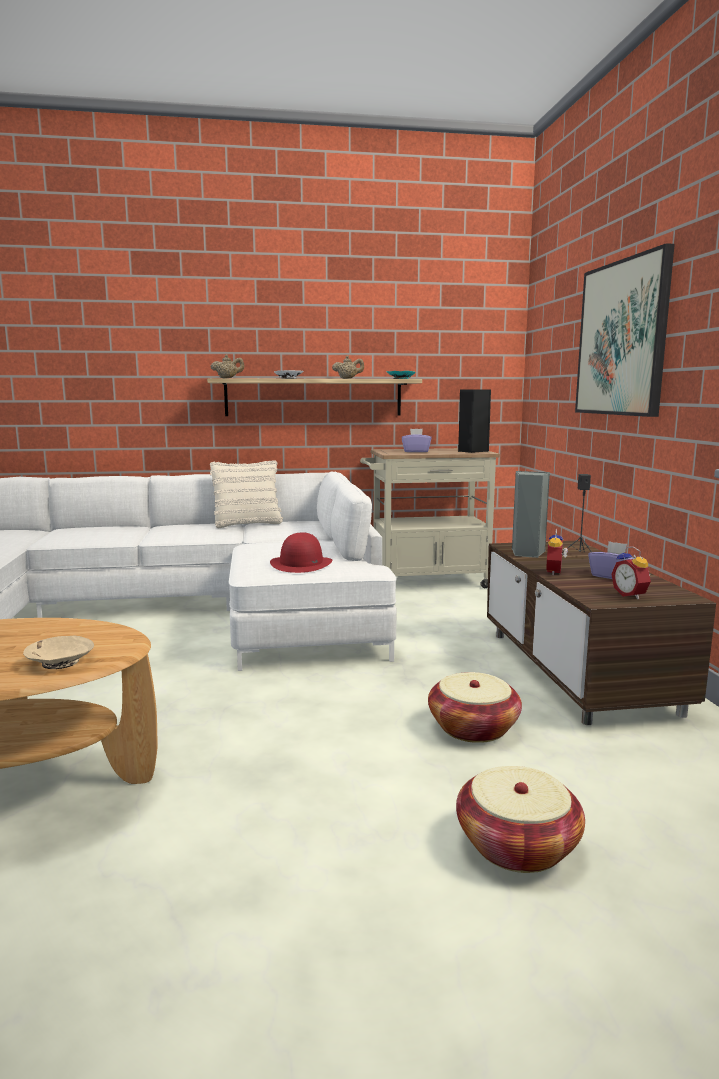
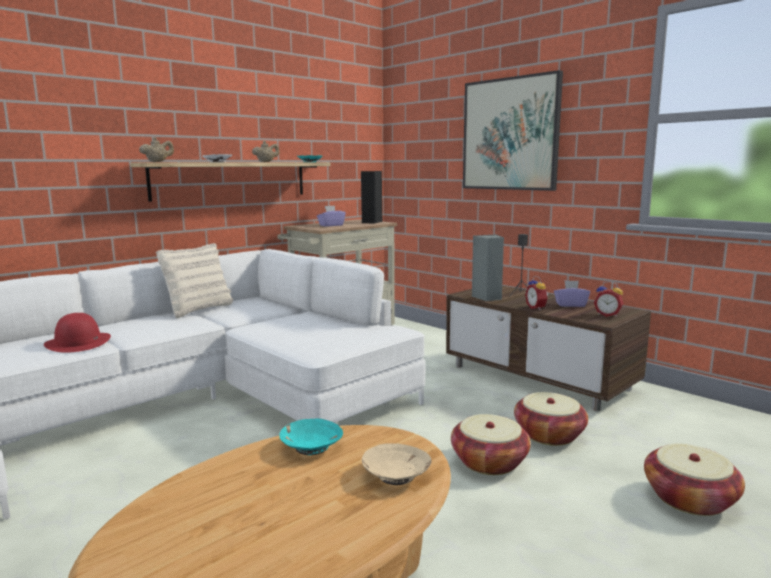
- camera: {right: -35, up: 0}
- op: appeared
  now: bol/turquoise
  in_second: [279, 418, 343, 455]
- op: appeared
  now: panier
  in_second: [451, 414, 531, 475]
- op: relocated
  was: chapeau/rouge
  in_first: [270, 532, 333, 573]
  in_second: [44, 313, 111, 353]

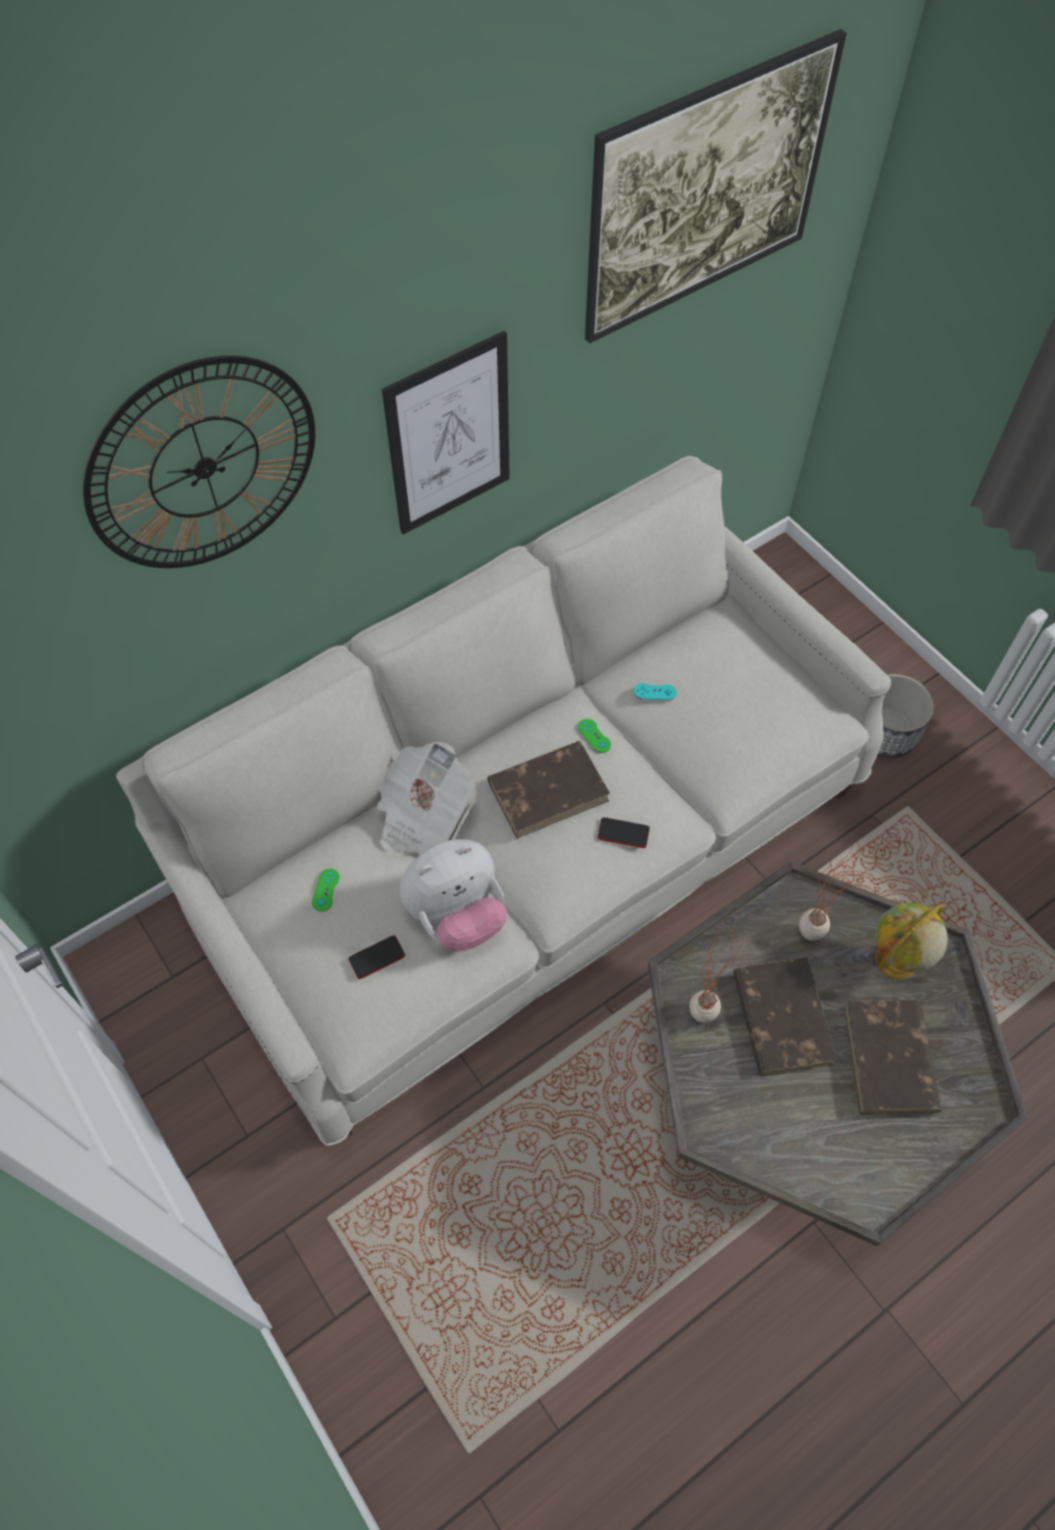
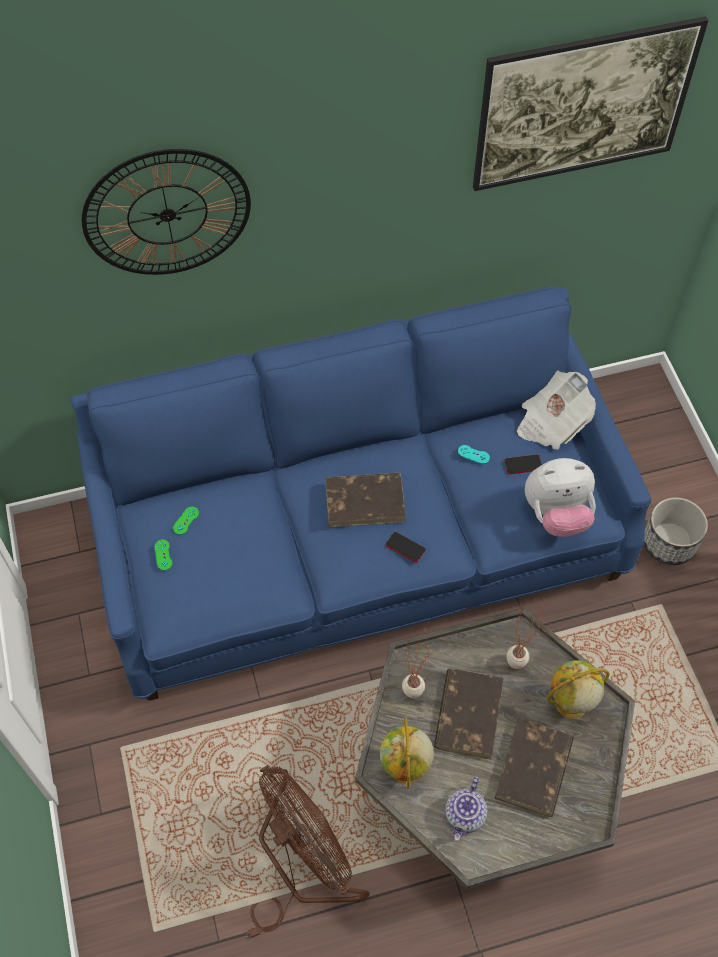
- camera: {right: 20, up: 0}
- op: missing
  was: tableau
  in_first: [382, 331, 509, 535]
- op: appeared
  now: ventilateur/marron
  in_second: [247, 765, 370, 938]
- op: appeared
  now: globe
  in_second: [380, 717, 434, 788]
- op: appeared
  now: théière
  in_second: [445, 776, 487, 841]
- op: relocated
  was: téléphone
  in_first: [348, 935, 405, 979]
  in_second: [504, 454, 542, 474]
- op: relocated
  was: journal
  in_first: [377, 742, 477, 854]
  in_second: [517, 370, 596, 450]
- op: relocated
  was: peluche
  in_first: [400, 839, 507, 952]
  in_second: [525, 458, 596, 537]
- op: relocated
  was: manette/vert
  in_first: [578, 719, 611, 753]
  in_second: [154, 540, 172, 570]
- op: colour
  was: canapé/blanc
  now: canapé/bleu
  in_first: [116, 456, 891, 1146]
  in_second: [71, 287, 652, 701]

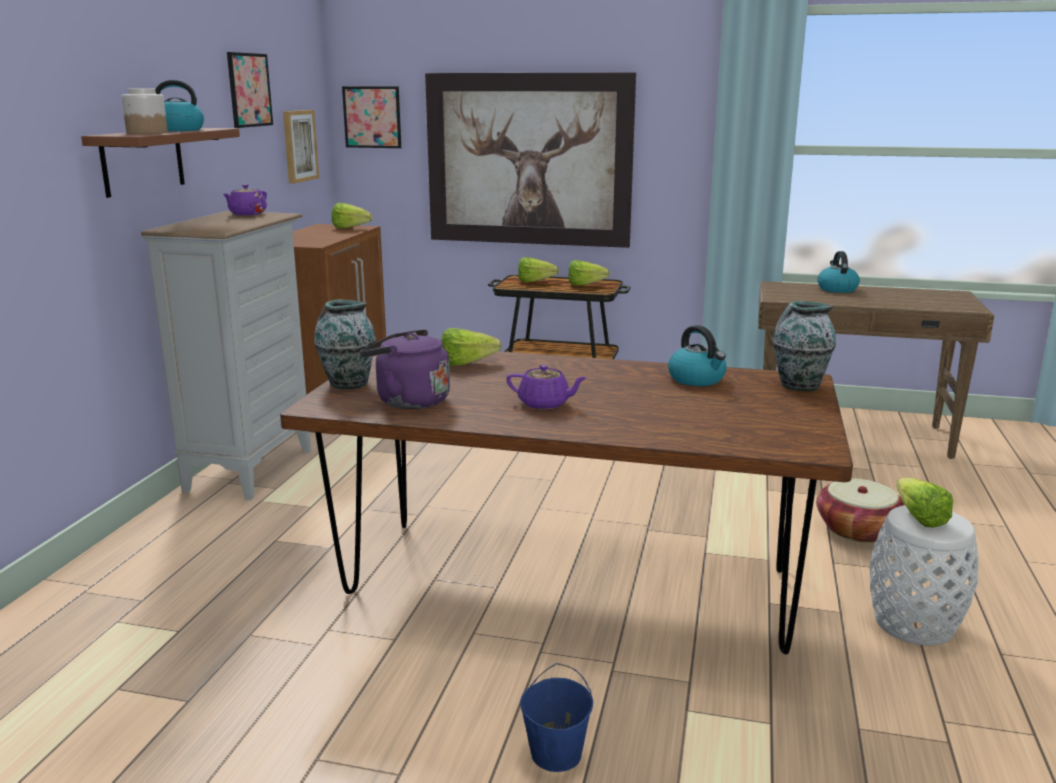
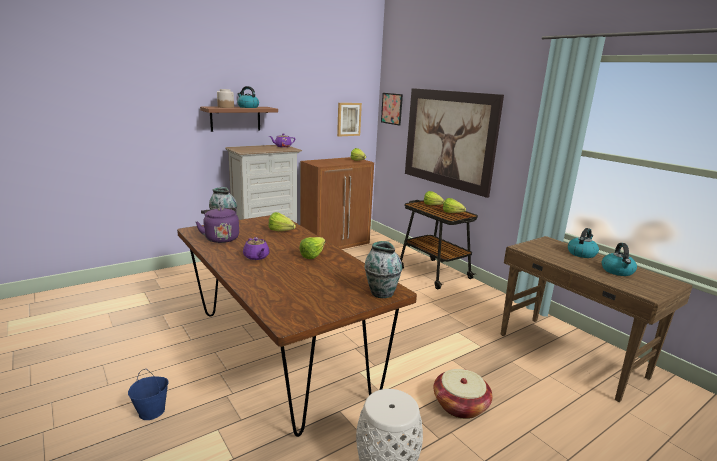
- camera: {right: 40, up: 0}
- op: missing
  was: tableau
  in_first: [227, 52, 273, 128]
- op: relocated
  was: bouilloire
  in_first: [668, 325, 727, 386]
  in_second: [602, 243, 637, 276]
- op: relocated
  was: laitue
  in_first: [896, 478, 953, 528]
  in_second: [299, 237, 325, 259]

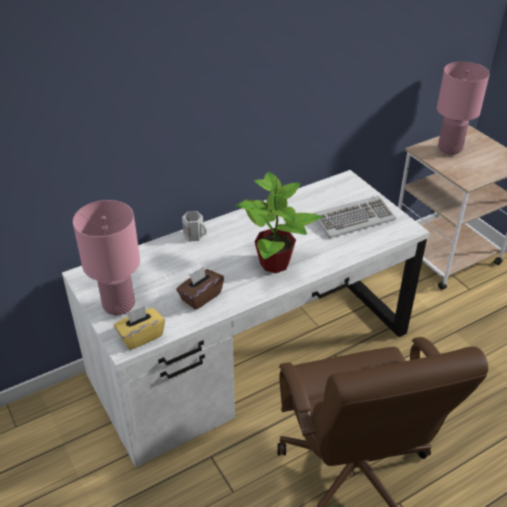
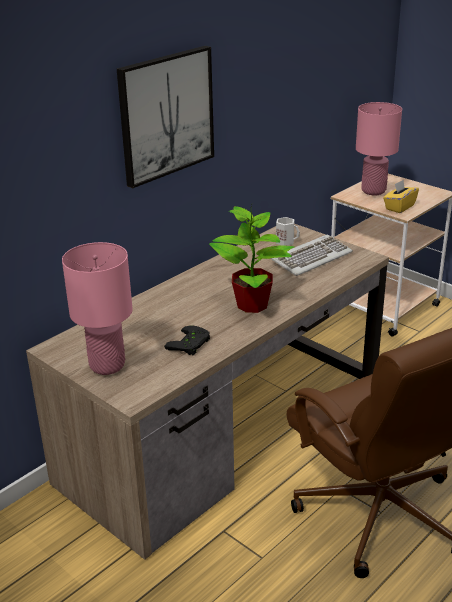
- camera: {right: -15, up: -10}
- op: appeared
  now: tableau
  in_second: [117, 46, 214, 188]
- op: relocated
  was: boîte à mouchoirs/jaune
  in_first: [114, 306, 165, 350]
  in_second: [383, 180, 419, 213]
- op: relocated
  was: mug/blanc
  in_first: [182, 211, 207, 241]
  in_second: [276, 217, 300, 246]
- op: exchanged
  was: boîte à mouchoirs/marron
  now: manette/noir
  in_first: [176, 266, 224, 310]
  in_second: [164, 326, 210, 355]
- op: colour
  was: bureau/blanc
  now: bureau/marron
  in_first: [62, 170, 430, 467]
  in_second: [26, 223, 389, 560]

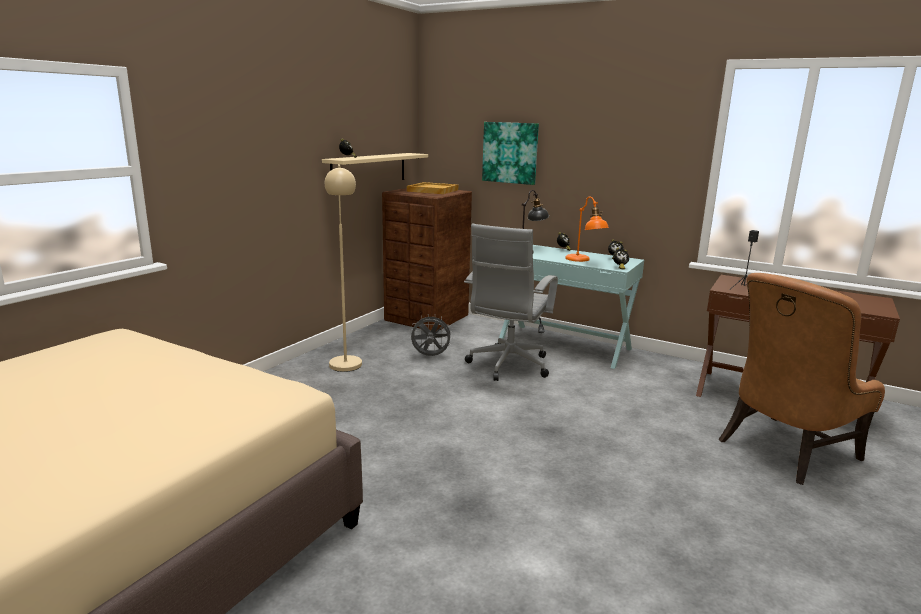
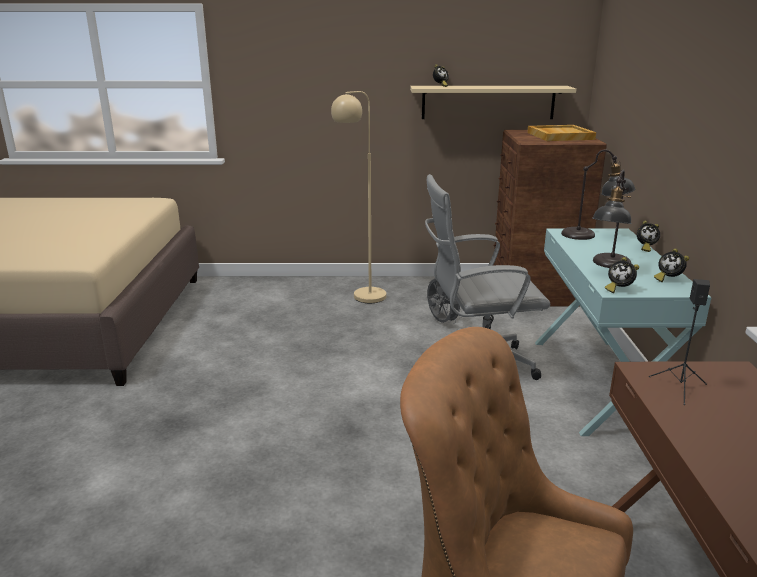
- camera: {right: 60, up: 5}
- op: missing
  was: tableau
  in_first: [482, 122, 539, 185]
- op: colour
  was: lampe de table/orange
  now: lampe de table/gris
  in_first: [565, 197, 609, 262]
  in_second: [592, 170, 631, 268]

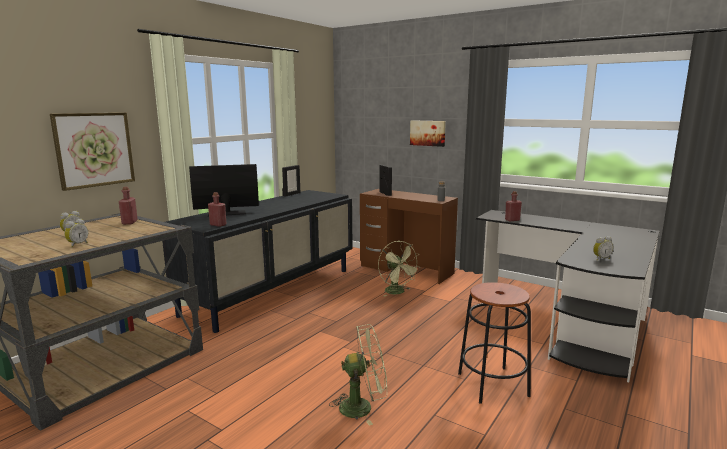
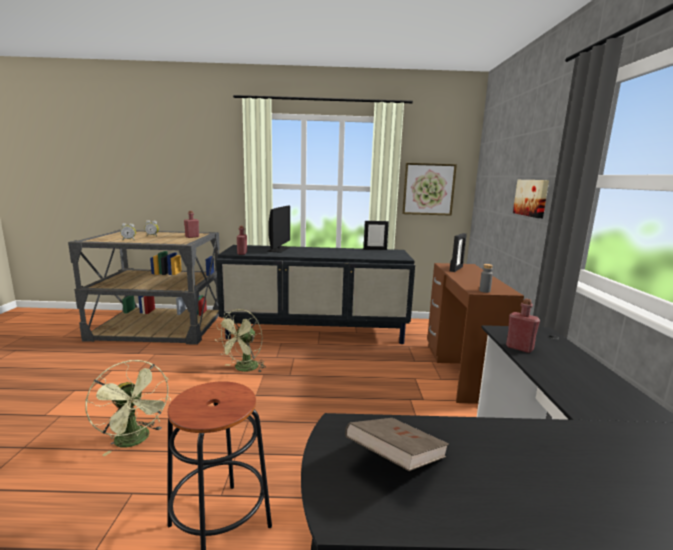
- camera: {right: 55, up: 0}
- op: relocated
  was: tableau
  in_first: [50, 113, 135, 191]
  in_second: [402, 163, 457, 216]
- op: relocated
  was: ventilateur/vert
  in_first: [378, 241, 420, 297]
  in_second: [215, 309, 266, 373]
- op: exchanged
  was: réveil
  now: livre/marron
  in_first: [593, 236, 613, 261]
  in_second: [345, 418, 449, 471]
- op: spun
  was: écran d'ordinateur
  in_first: [189, 164, 259, 217]
  in_second: [267, 206, 290, 253]
  clockwise: 60

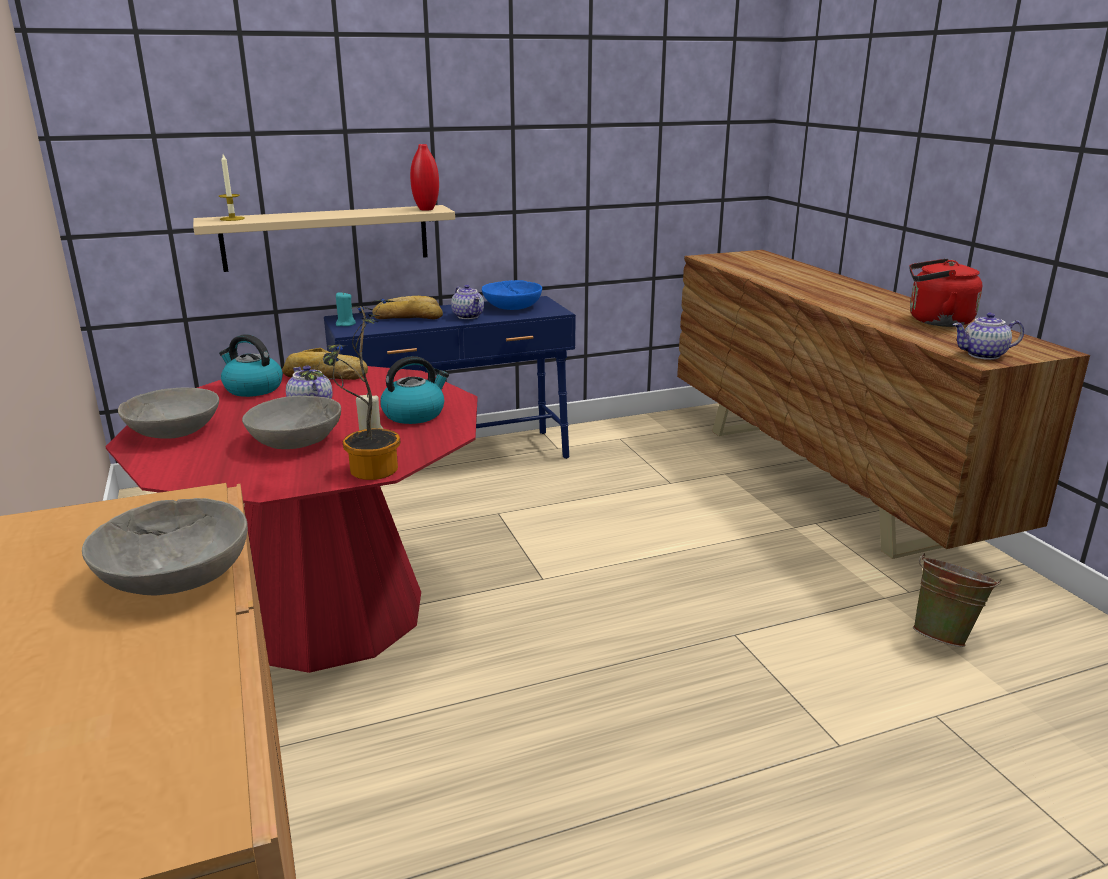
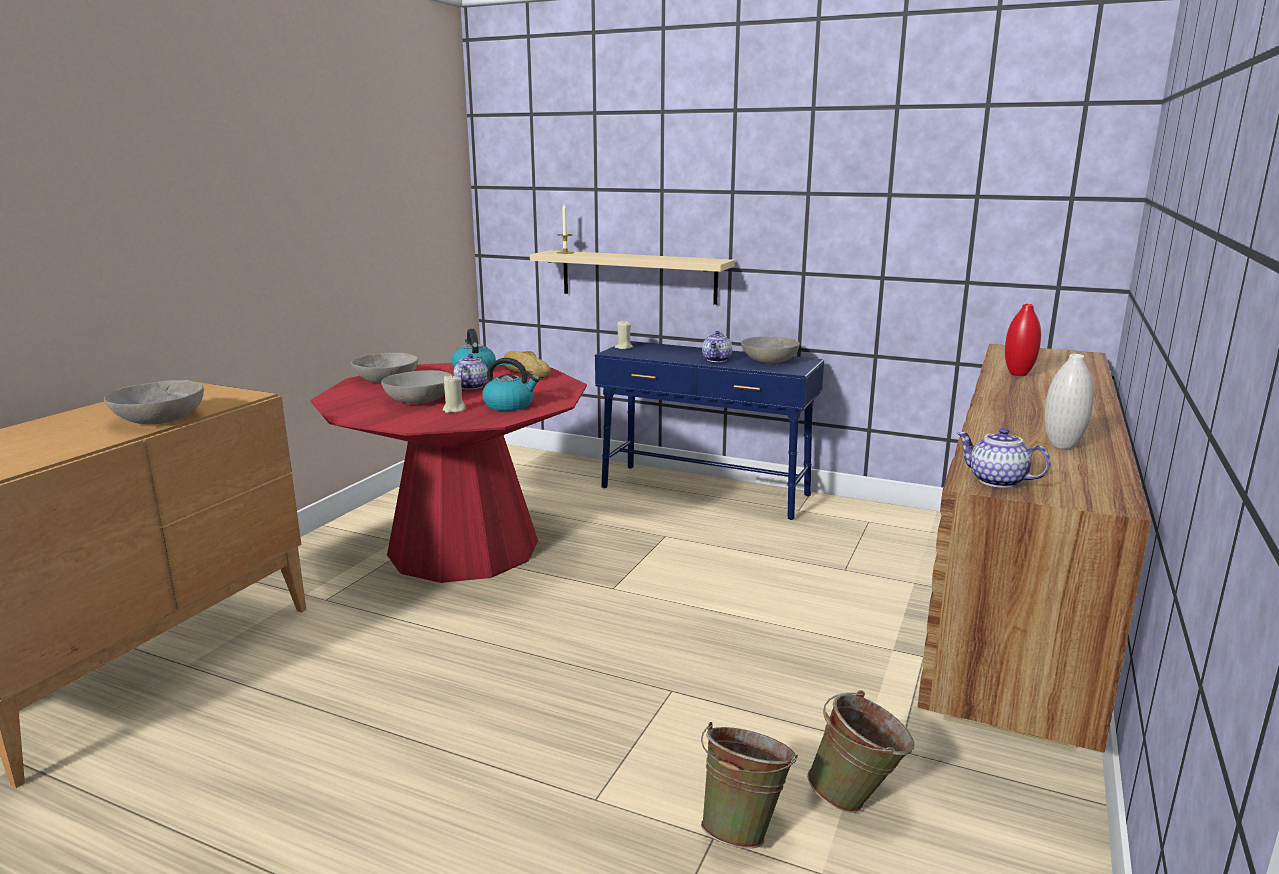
- camera: {right: 45, up: -5}
- op: missing
  was: plante en pot
  in_first: [299, 299, 401, 480]
- op: missing
  was: pain
  in_first: [372, 296, 443, 319]
- op: appeared
  now: seau/vert
  in_second: [701, 722, 798, 849]
- op: relocated
  was: vase/rouge
  in_first: [410, 144, 439, 211]
  in_second: [1005, 304, 1041, 376]
- op: exchanged
  was: bouilloire/rouge
  now: vase/blanc
  in_first: [909, 259, 983, 327]
  in_second: [1045, 354, 1094, 449]
- op: colour
  was: bougie/turquoise
  now: bougie/beige
  in_first: [336, 291, 356, 326]
  in_second: [615, 321, 633, 349]
- op: colour
  was: bol/bleu
  now: bol/gris
  in_first: [482, 280, 542, 310]
  in_second: [741, 336, 800, 363]

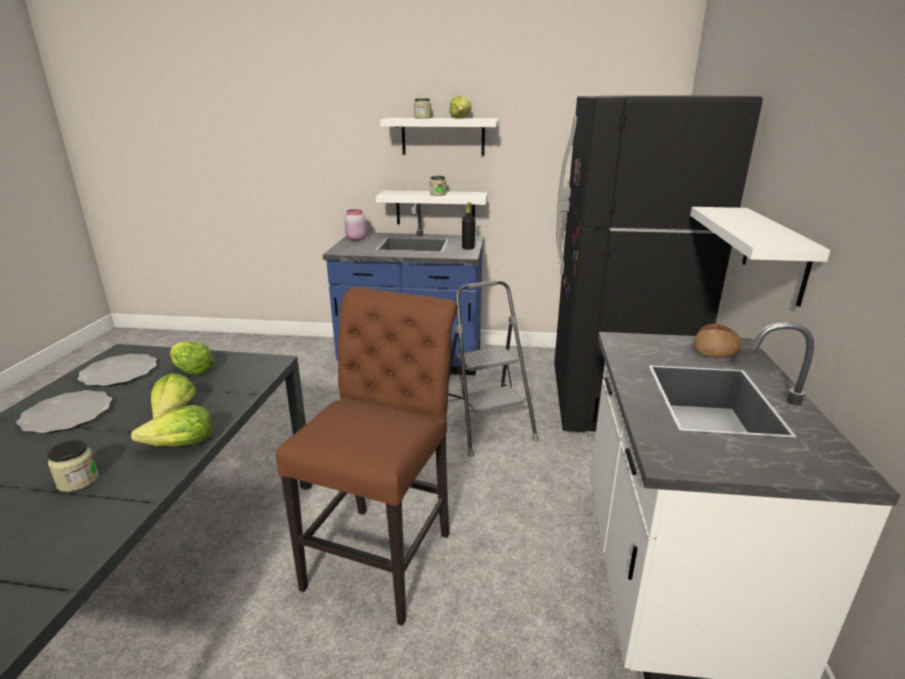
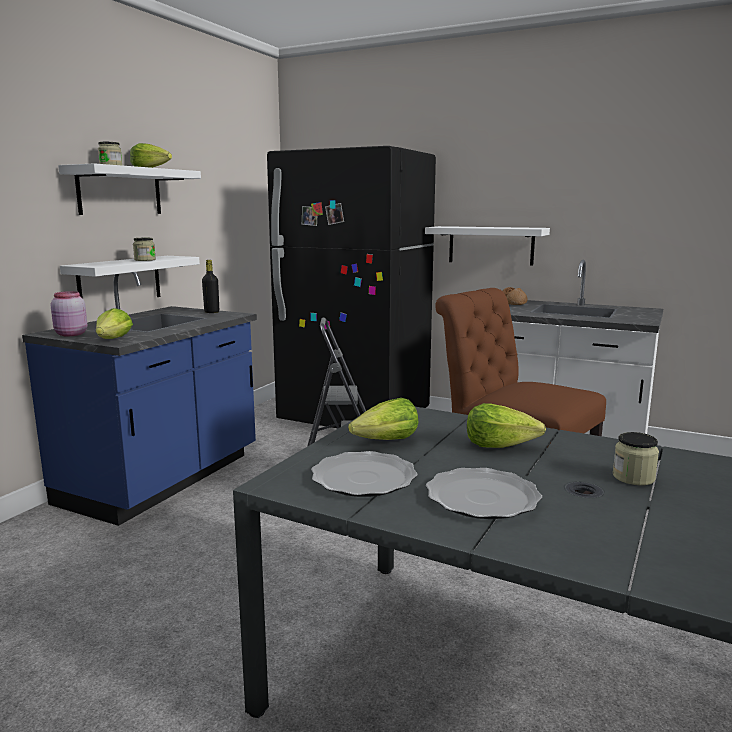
- camera: {right: -70, up: -10}
- op: relocated
  was: laitue
  in_first: [131, 405, 212, 447]
  in_second: [96, 308, 133, 339]

